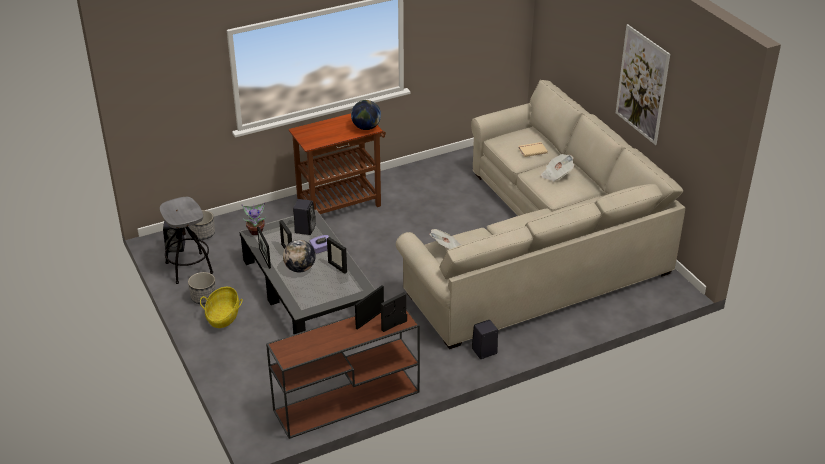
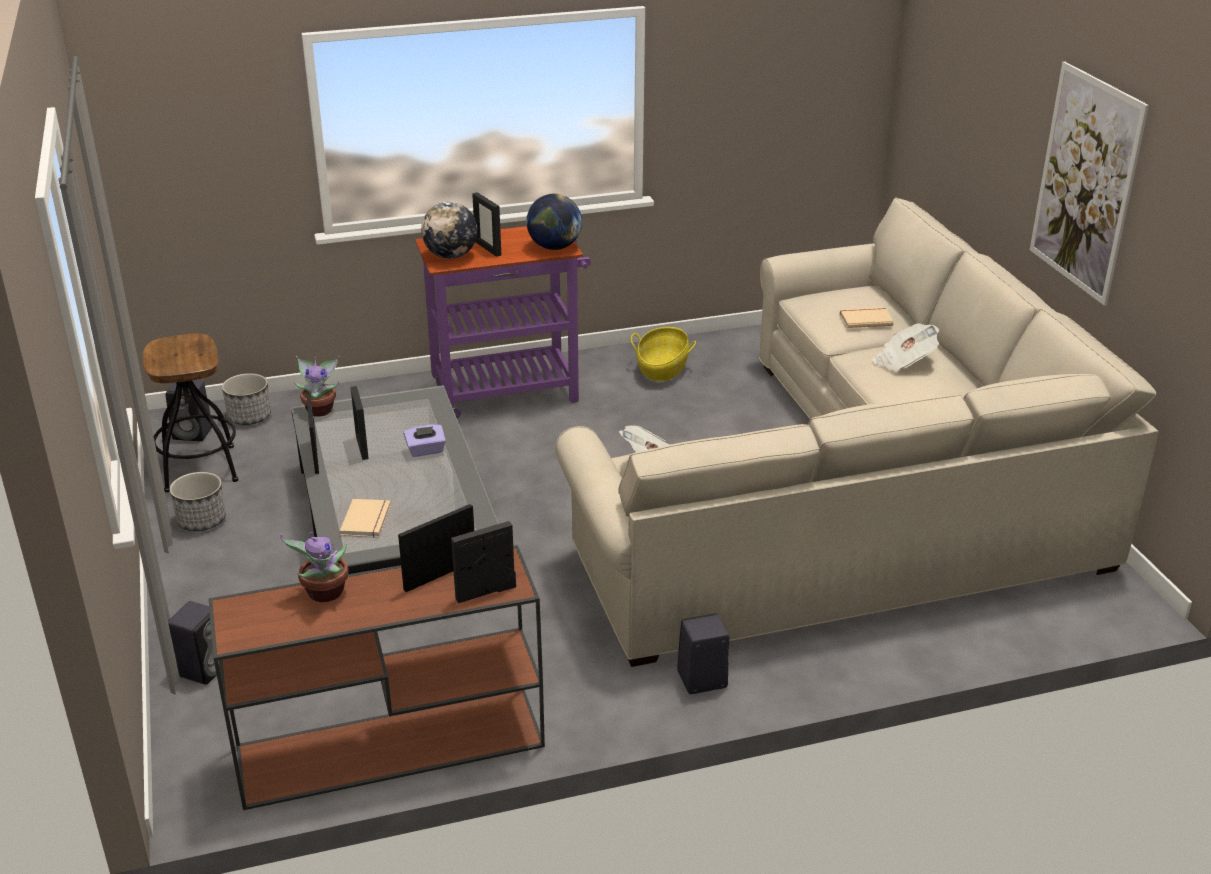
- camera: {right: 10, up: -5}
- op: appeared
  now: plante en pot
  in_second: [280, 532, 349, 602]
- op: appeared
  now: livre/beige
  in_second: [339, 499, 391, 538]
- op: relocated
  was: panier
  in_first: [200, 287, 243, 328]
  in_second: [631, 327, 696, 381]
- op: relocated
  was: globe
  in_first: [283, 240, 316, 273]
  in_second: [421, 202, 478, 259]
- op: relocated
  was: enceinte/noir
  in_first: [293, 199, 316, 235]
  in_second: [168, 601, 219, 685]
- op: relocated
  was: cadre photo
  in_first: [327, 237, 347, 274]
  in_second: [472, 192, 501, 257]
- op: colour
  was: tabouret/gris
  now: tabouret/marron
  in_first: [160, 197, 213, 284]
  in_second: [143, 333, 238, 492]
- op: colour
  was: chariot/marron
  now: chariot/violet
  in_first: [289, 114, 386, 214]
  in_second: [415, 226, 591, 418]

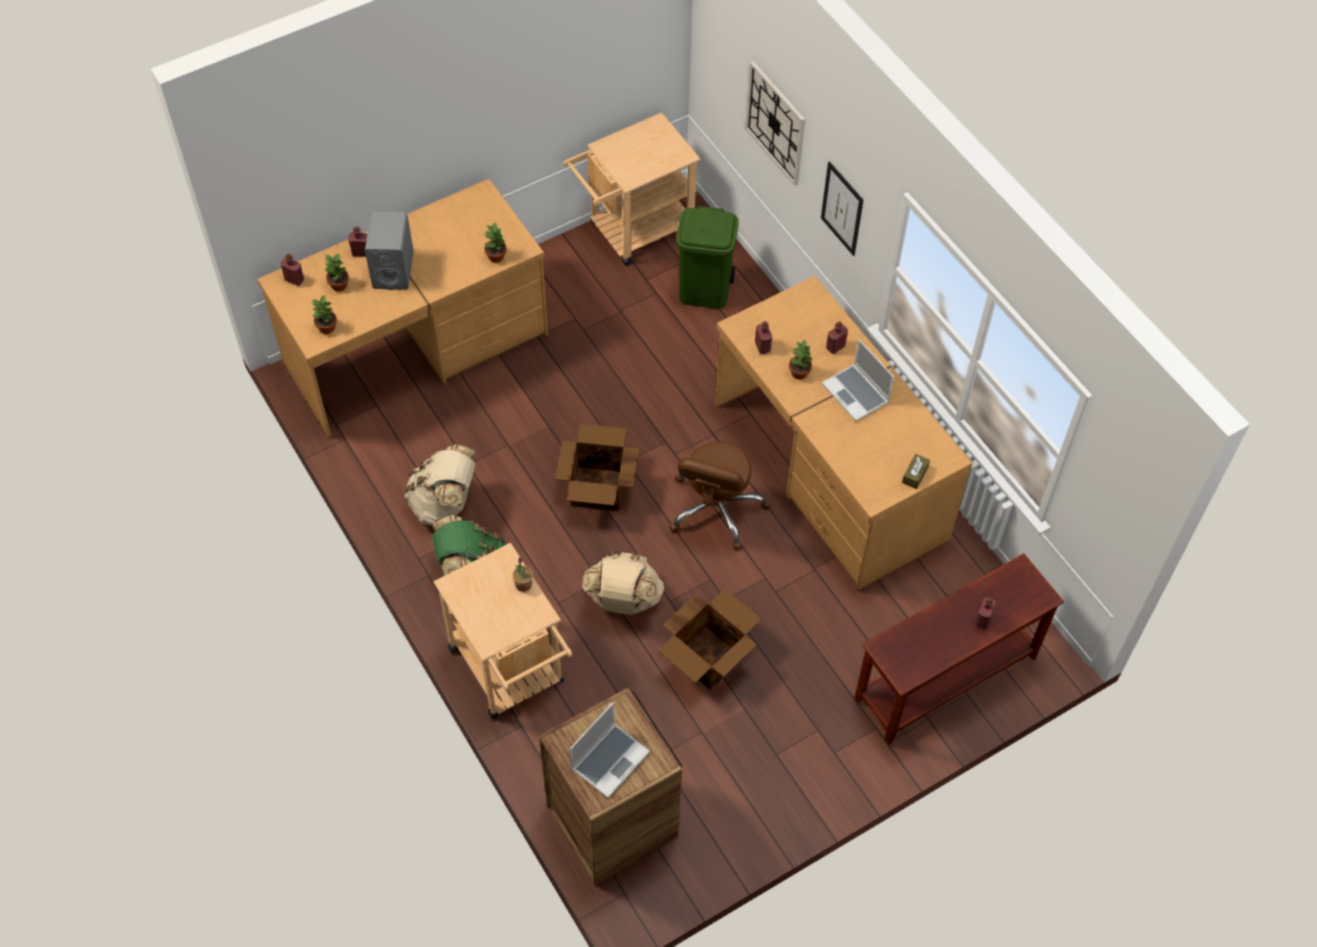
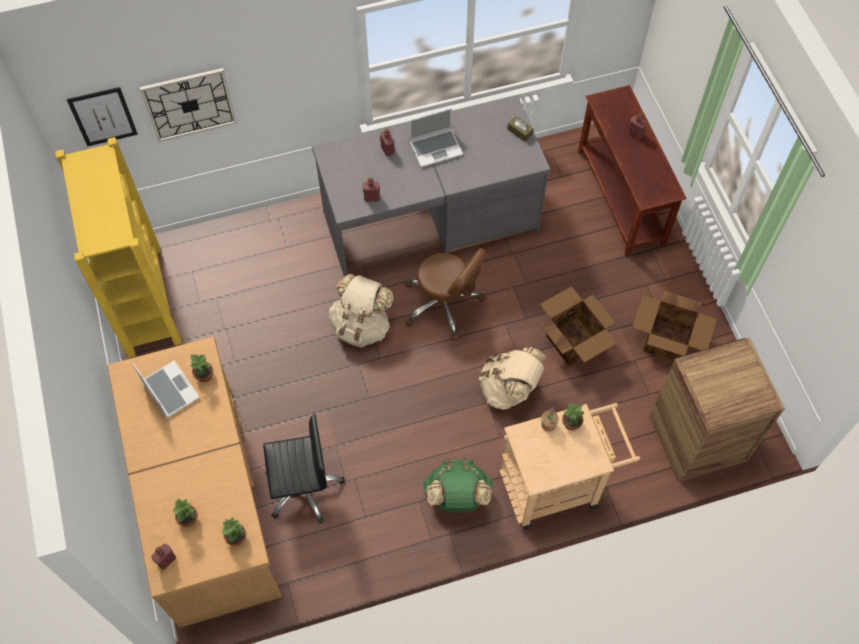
- camera: {right: -75, up: 5}
- op: missing
  was: bouteille/rouge
  in_first: [348, 227, 367, 257]
- op: missing
  was: enceinte/gris
  in_first: [365, 211, 414, 290]
- op: missing
  was: poubelle/vert
  in_first: [676, 206, 739, 309]
- op: appeared
  now: chaise de bureau/noir
  in_second: [263, 414, 345, 524]
- op: relocated
  was: sac à dos/beige
  in_first: [404, 445, 475, 526]
  in_second: [329, 274, 393, 348]
- op: relocated
  was: carton
  in_first: [555, 424, 639, 511]
  in_second: [632, 291, 717, 361]
- op: relocated
  was: ordinateur portable
  in_first: [570, 703, 650, 798]
  in_second: [133, 361, 200, 418]
- op: relocated
  was: plante en pot
  in_first: [789, 339, 813, 380]
  in_second: [562, 402, 584, 430]
- op: relocated
  was: tableau
  in_first: [821, 161, 863, 256]
  in_second: [67, 87, 138, 146]
- op: exchanged
  was: chariot/beige
  now: bibliothèque/jaune
  in_first: [563, 112, 701, 266]
  in_second: [55, 137, 182, 358]
- op: colour
  was: bureau/marron
  now: bureau/gris
  in_first: [716, 276, 973, 591]
  in_second: [312, 96, 550, 277]

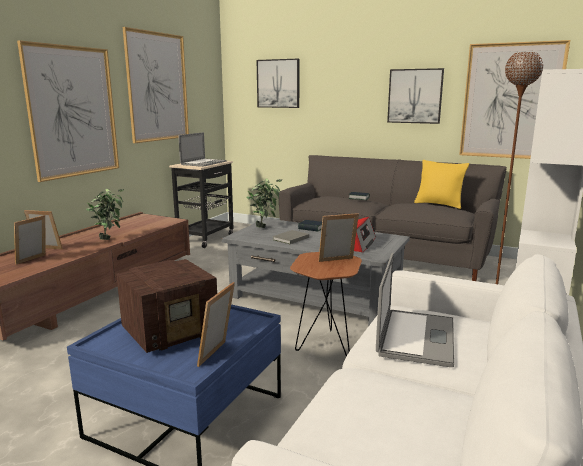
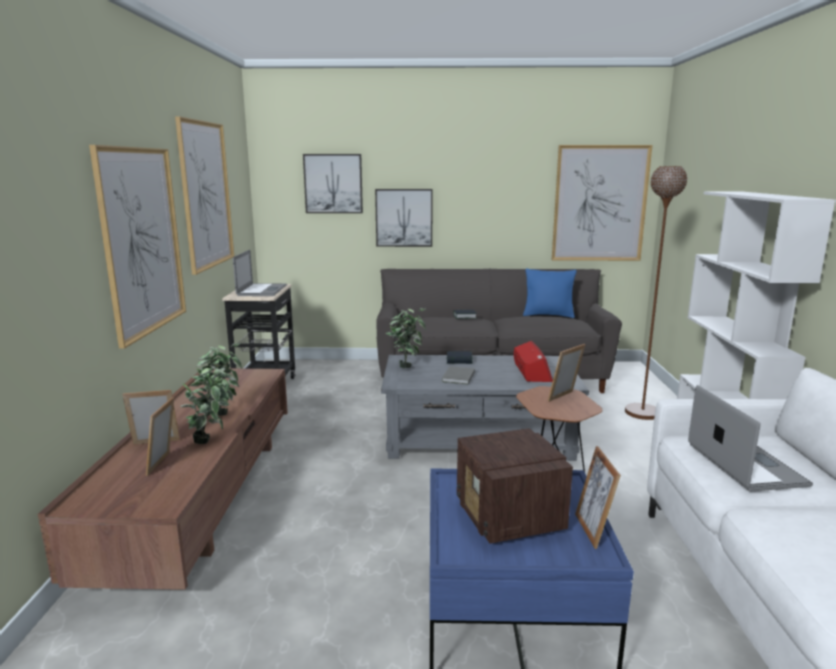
- camera: {right: -25, up: 0}
- op: appeared
  now: plante en pot
  in_second: [181, 367, 231, 444]
- op: relocated
  was: tableau
  in_first: [387, 68, 444, 124]
  in_second: [375, 189, 433, 247]
- op: colour
  was: coussin/jaune
  now: coussin/bleu
  in_first: [414, 160, 469, 209]
  in_second: [523, 268, 577, 318]
- op: spun
  was: radio
  in_first: [116, 259, 217, 353]
  in_second: [457, 428, 573, 544]
  clockwise: 135

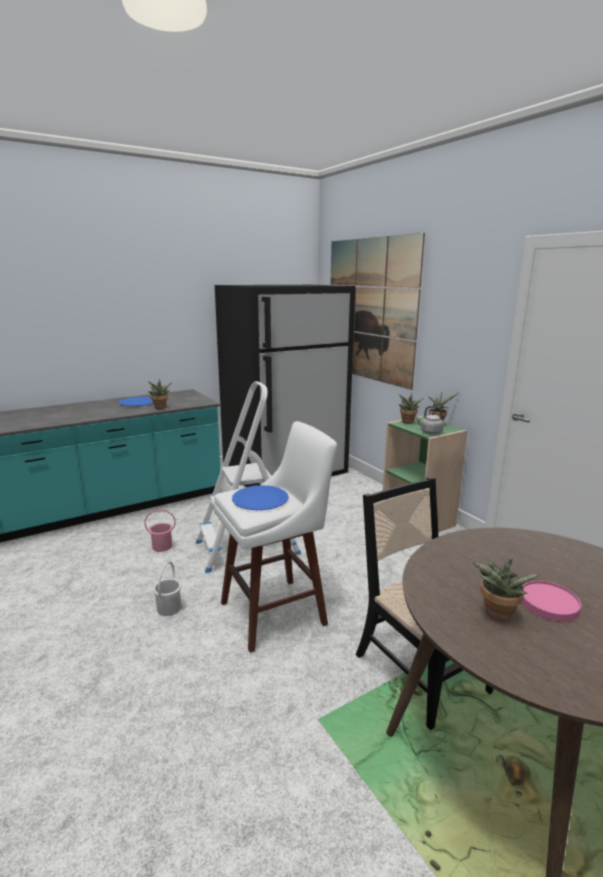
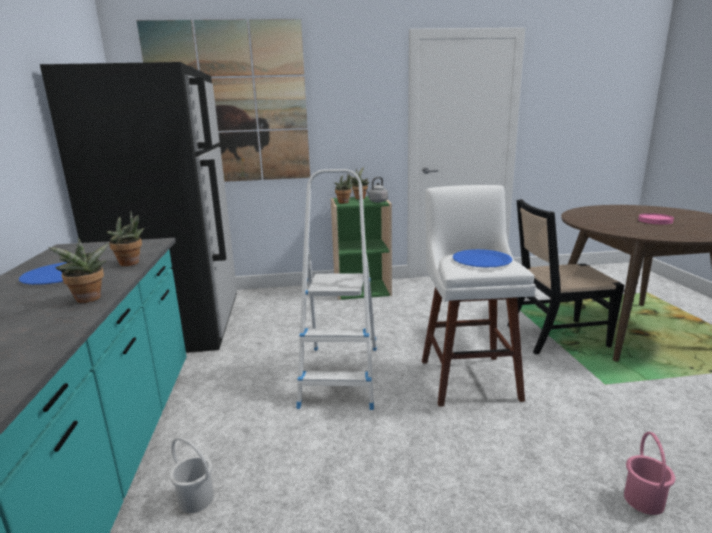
- camera: {right: -65, up: 0}
- op: relocated
  was: seau/rose
  in_first: [144, 509, 176, 552]
  in_second: [624, 432, 675, 515]
- op: relocated
  was: seau/blanc
  in_first: [153, 562, 182, 616]
  in_second: [170, 437, 214, 513]
- op: relocated
  was: plante en pot
  in_first: [472, 557, 540, 622]
  in_second: [48, 237, 109, 303]

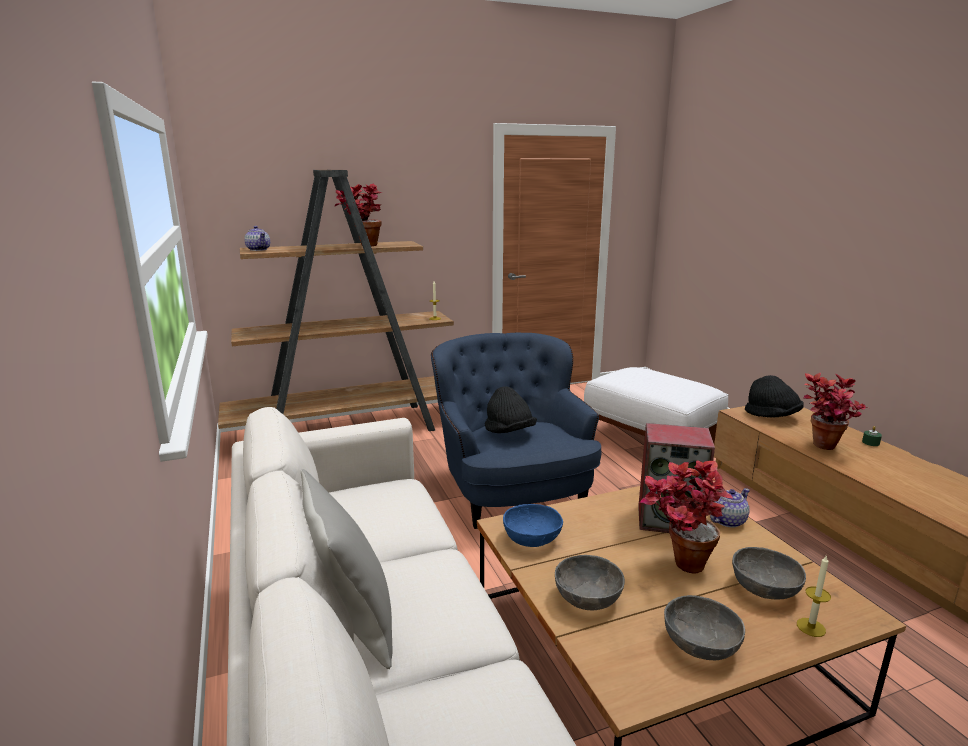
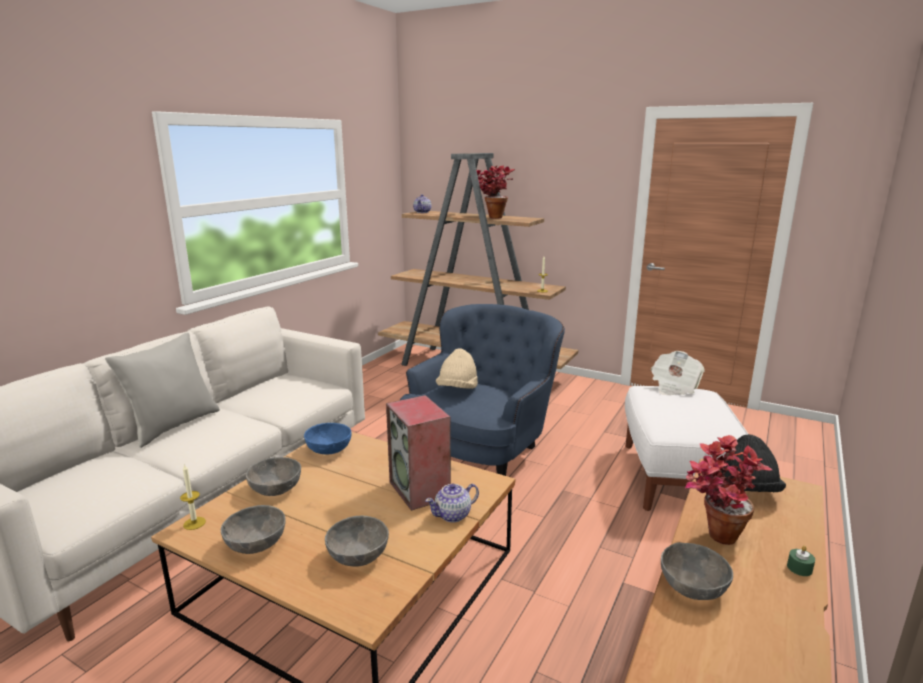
- camera: {right: 50, up: 0}
- op: missing
  was: plante en pot
  in_first: [639, 460, 733, 574]
- op: appeared
  now: journal
  in_second: [651, 351, 705, 395]
- op: appeared
  now: bol/gris
  in_second: [661, 542, 733, 600]
- op: relocated
  was: bougie
  in_first: [797, 555, 831, 637]
  in_second: [180, 464, 206, 530]
- op: colour
  was: chapeau/noir
  now: chapeau/beige
  in_first: [485, 386, 537, 433]
  in_second: [436, 348, 478, 389]
- op: spun
  was: théière
  in_first: [710, 488, 750, 528]
  in_second: [425, 483, 479, 522]
  clockwise: 135

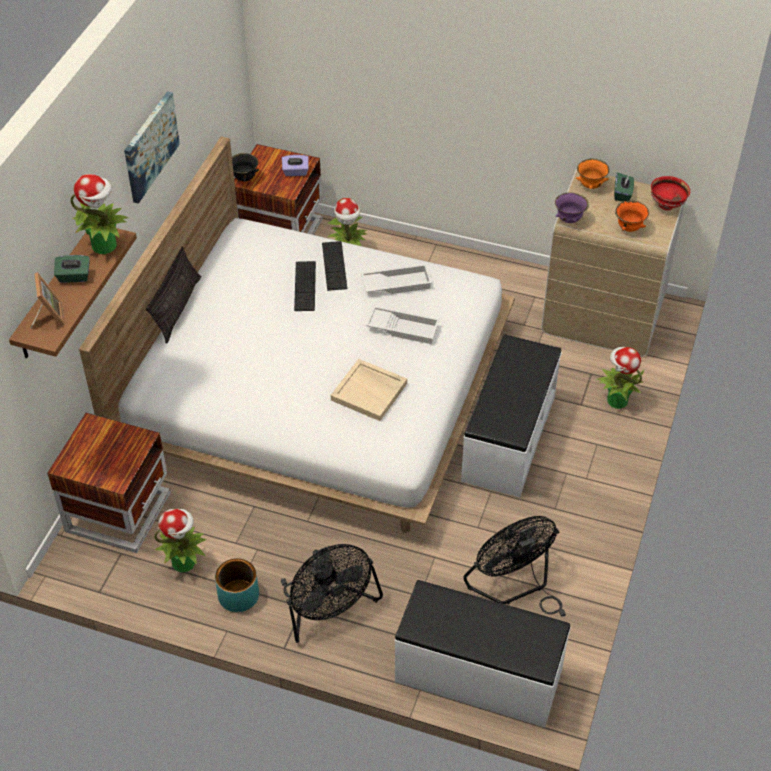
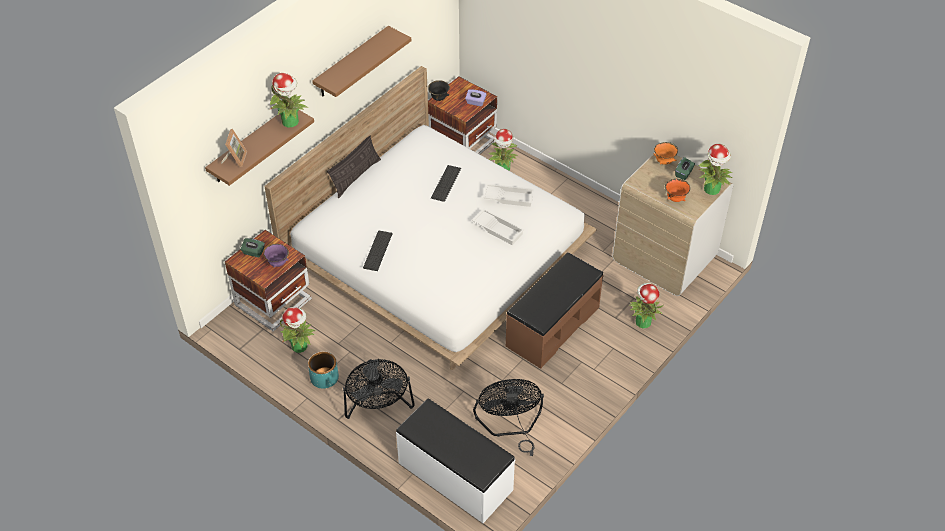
- camera: {right: 20, up: 0}
- op: missing
  was: plateau/beige
  in_first: [331, 359, 407, 421]
- op: relocated
  was: boîte à mouchoirs/vert
  in_first: [54, 255, 90, 283]
  in_second: [240, 238, 265, 257]
- op: relocated
  was: clavier
  in_first: [322, 241, 347, 291]
  in_second: [363, 230, 393, 271]
- op: relocated
  was: bol/violet
  in_first: [555, 193, 589, 223]
  in_second: [263, 244, 289, 268]
- op: exchanged
  was: tableau
  now: étagère/marron
  in_first: [124, 91, 180, 204]
  in_second: [312, 26, 411, 97]
- op: exchanged
  was: bol/rouge
  now: plante en pot
  in_first: [651, 176, 690, 210]
  in_second: [698, 144, 732, 195]
- op: colour
  was: banc/blanc
  now: banc/marron
  in_first: [461, 335, 562, 497]
  in_second: [506, 252, 604, 369]

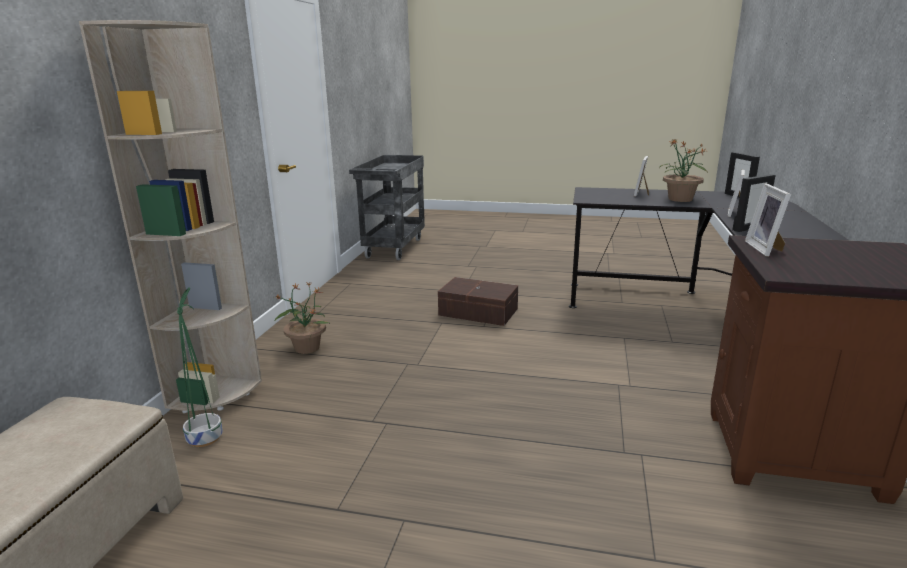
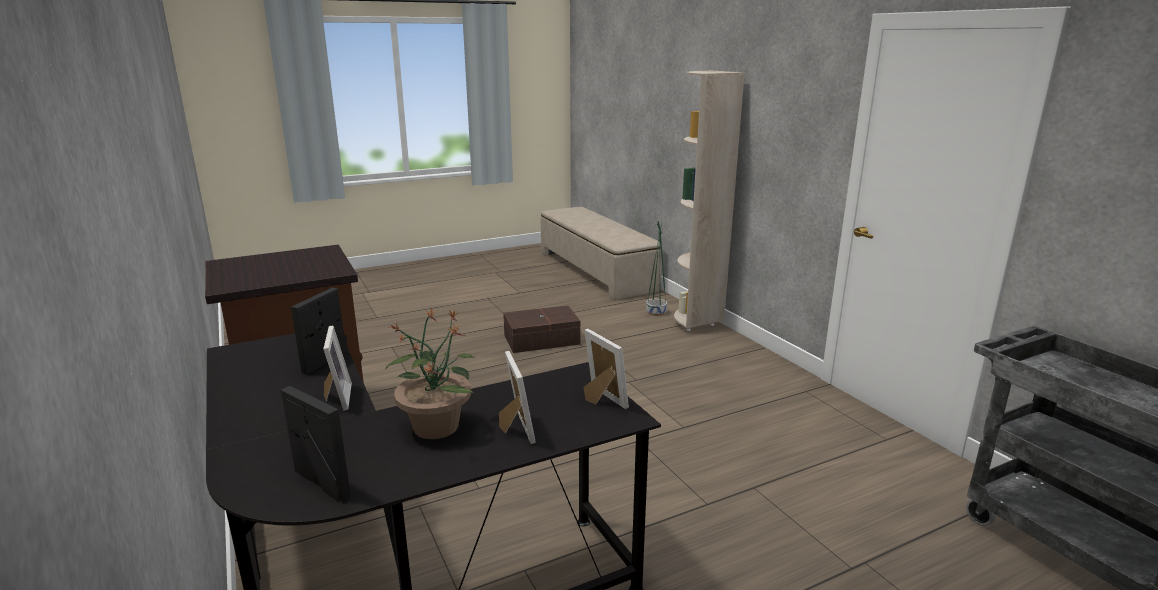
- camera: {right: 140, up: 0}
- op: missing
  was: plante en pot
  in_first: [273, 283, 329, 354]
- op: relocated
  was: boîte de rangement/marron
  in_first: [438, 277, 518, 326]
  in_second: [503, 305, 580, 353]
- op: relocated
  was: cadre photo
  in_first: [745, 183, 791, 257]
  in_second: [583, 328, 629, 409]

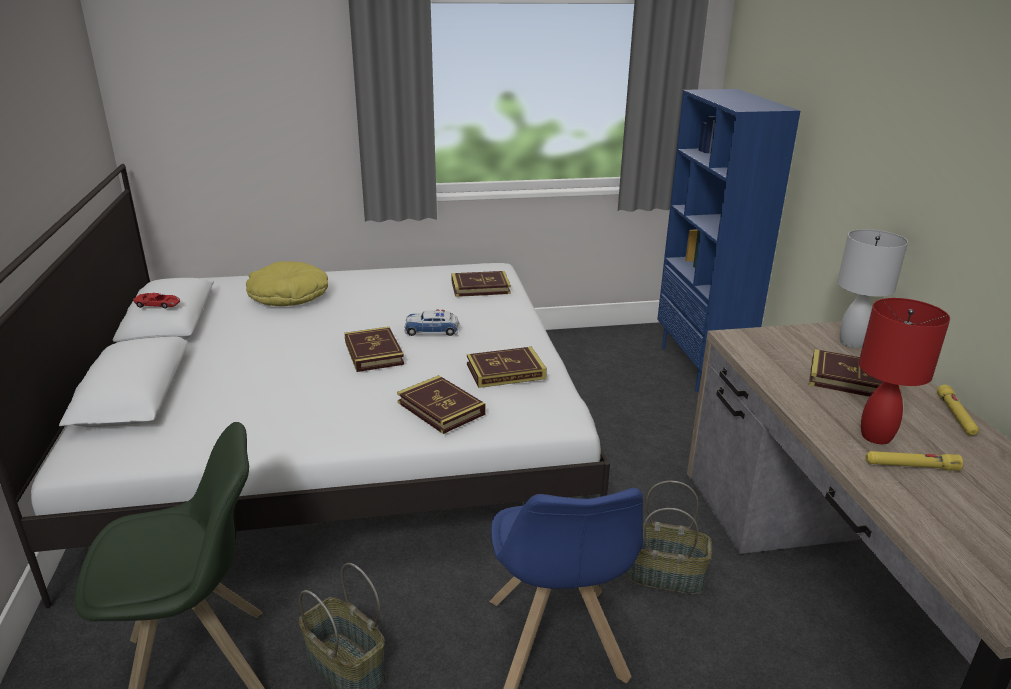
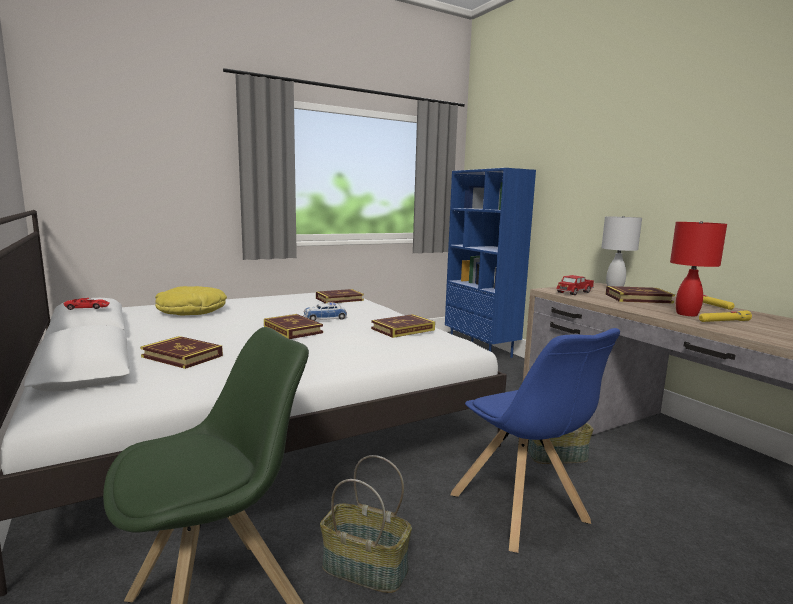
- camera: {right: -20, up: -15}
- op: appeared
  now: camion jouet
  in_second: [557, 275, 594, 295]
- op: relocated
  was: livre
  in_first: [397, 375, 485, 434]
  in_second: [140, 336, 223, 369]

